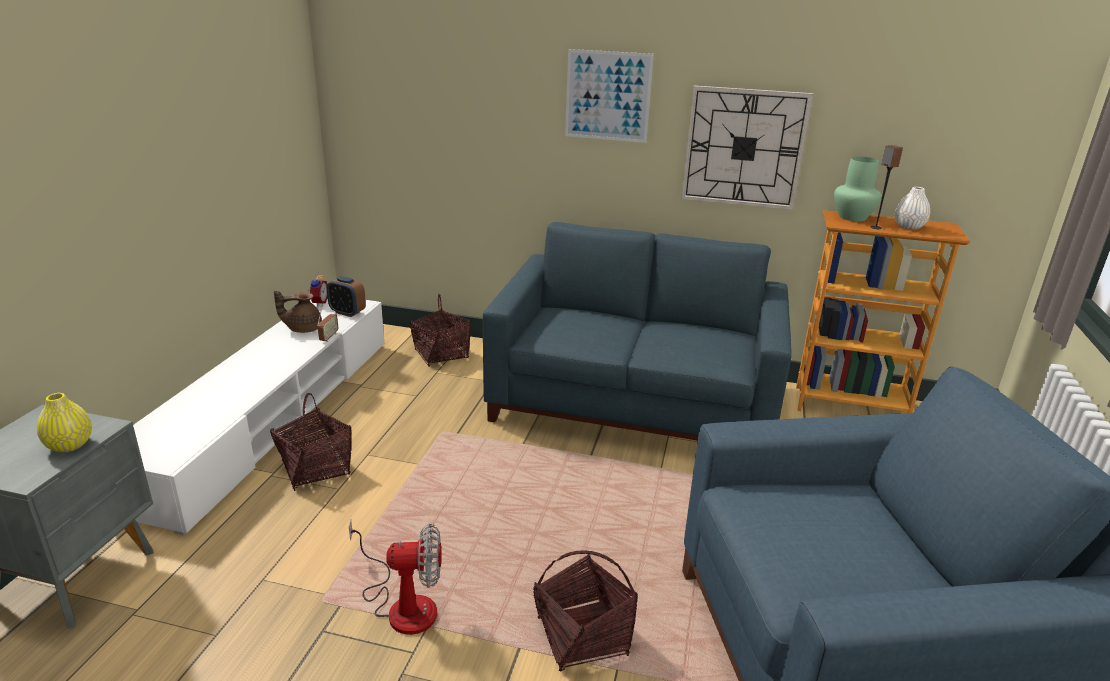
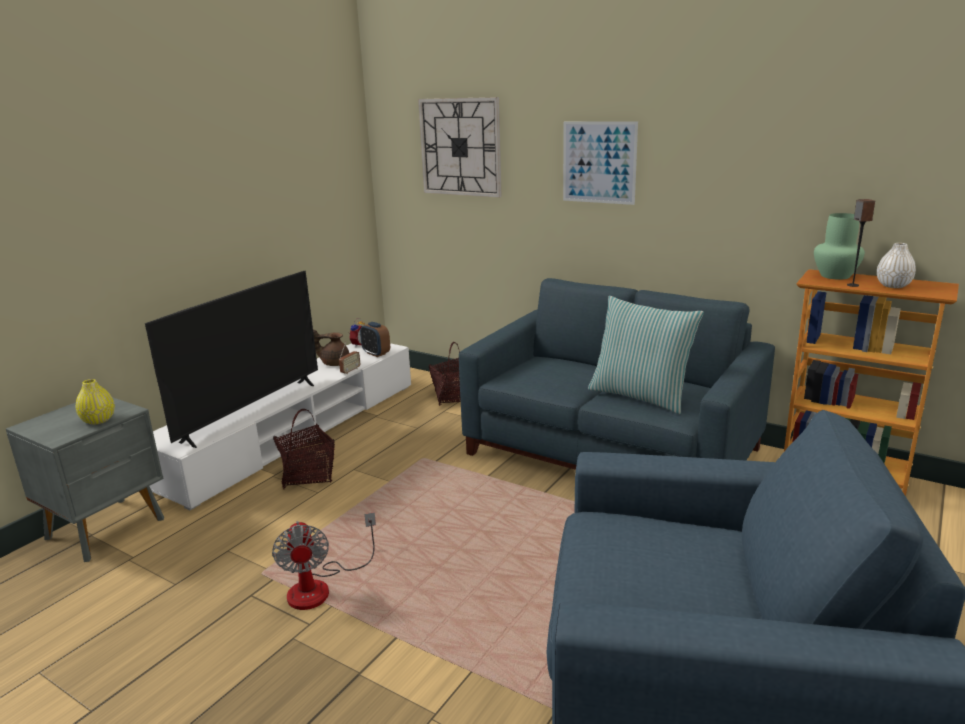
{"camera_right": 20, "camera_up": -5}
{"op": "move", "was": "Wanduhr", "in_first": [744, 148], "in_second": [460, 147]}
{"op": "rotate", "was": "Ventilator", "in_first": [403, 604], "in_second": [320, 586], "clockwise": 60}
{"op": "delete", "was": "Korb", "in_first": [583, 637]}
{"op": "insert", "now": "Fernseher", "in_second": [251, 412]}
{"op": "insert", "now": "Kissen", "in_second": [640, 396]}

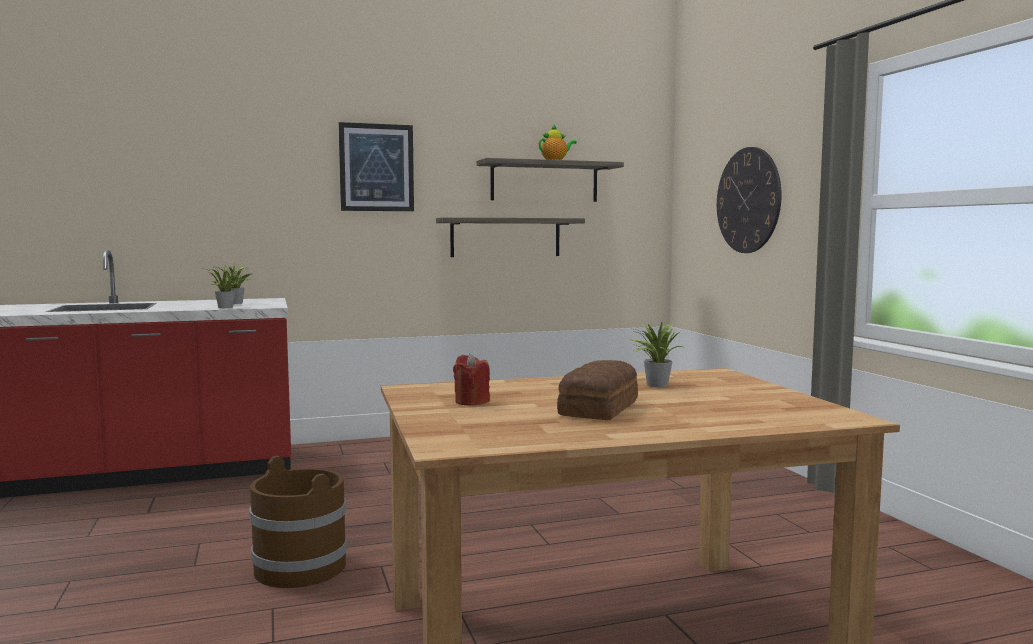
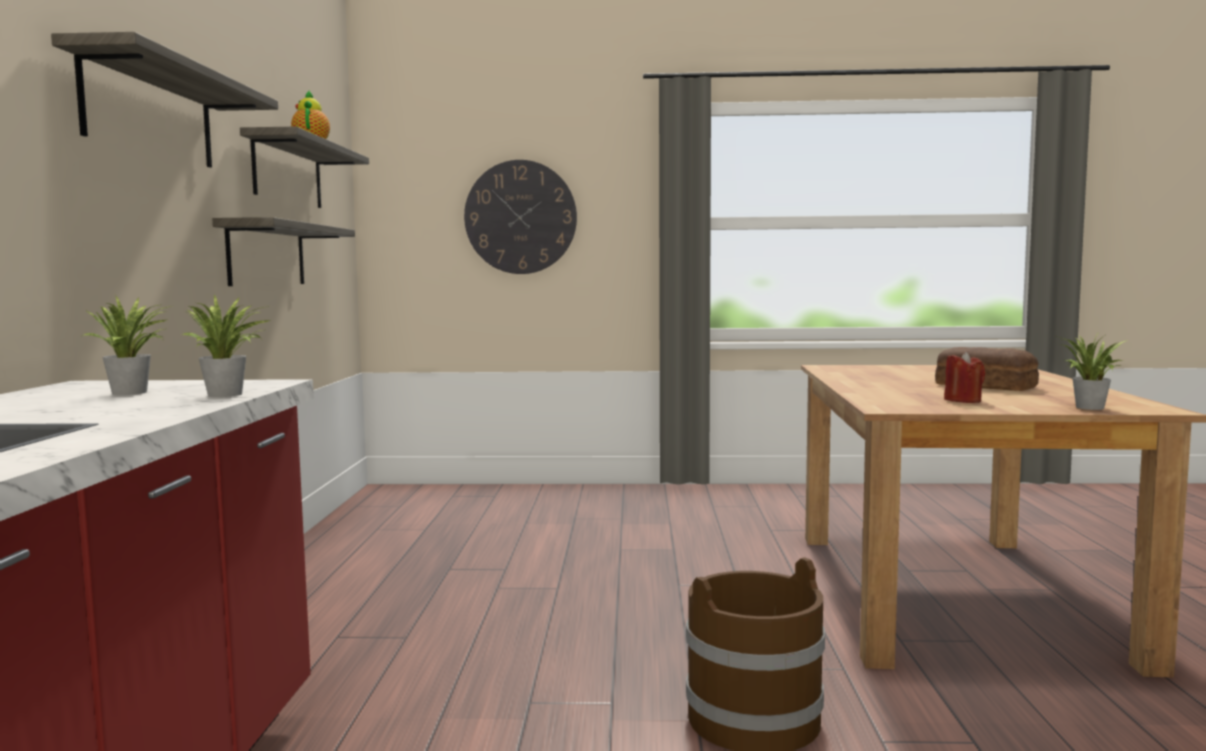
{"camera_right": -70, "camera_up": 0}
{"op": "replace", "was": "Bild", "now": "Wandregal", "in_first": [376, 167], "in_second": [150, 113]}
{"op": "move", "was": "Topfpflanze", "in_first": [654, 385], "in_second": [1088, 408]}

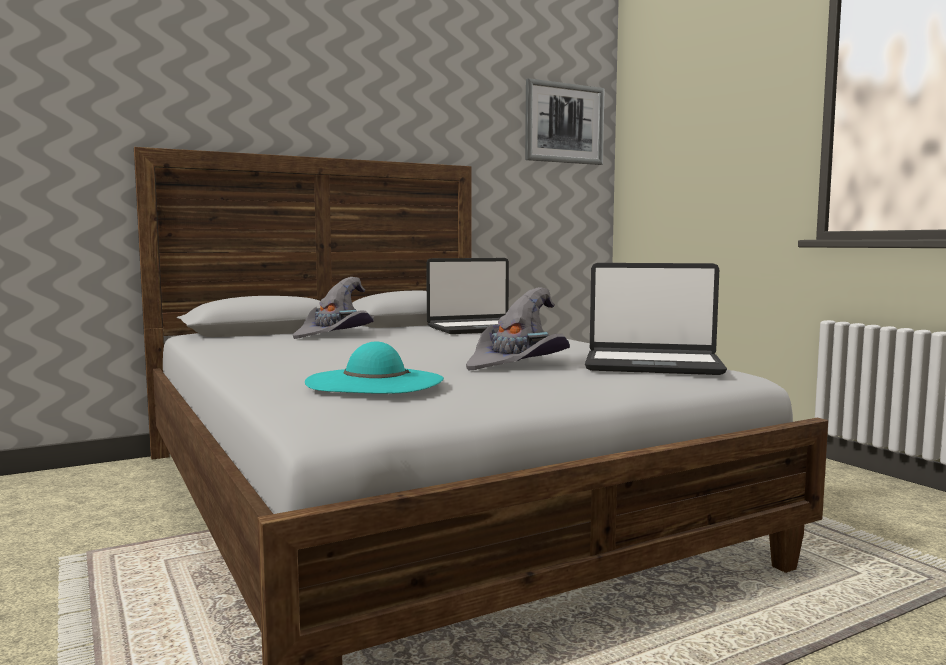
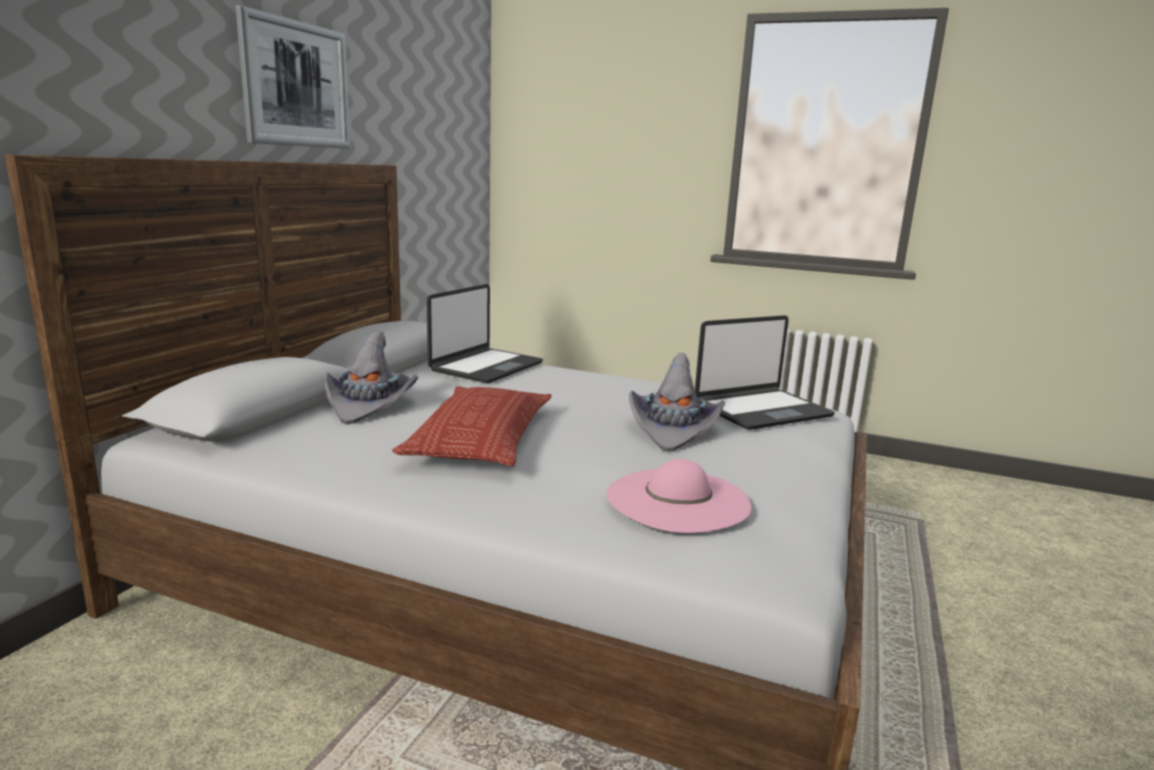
{"camera_right": -40, "camera_up": 10}
{"op": "move", "was": "Bild", "in_first": [564, 123], "in_second": [296, 84]}
{"op": "recolor", "was": "Hut (türkis)", "now": "Hut (rosa)", "in_first": [374, 381], "in_second": [678, 499]}
{"op": "insert", "now": "Kissen", "in_second": [481, 437]}

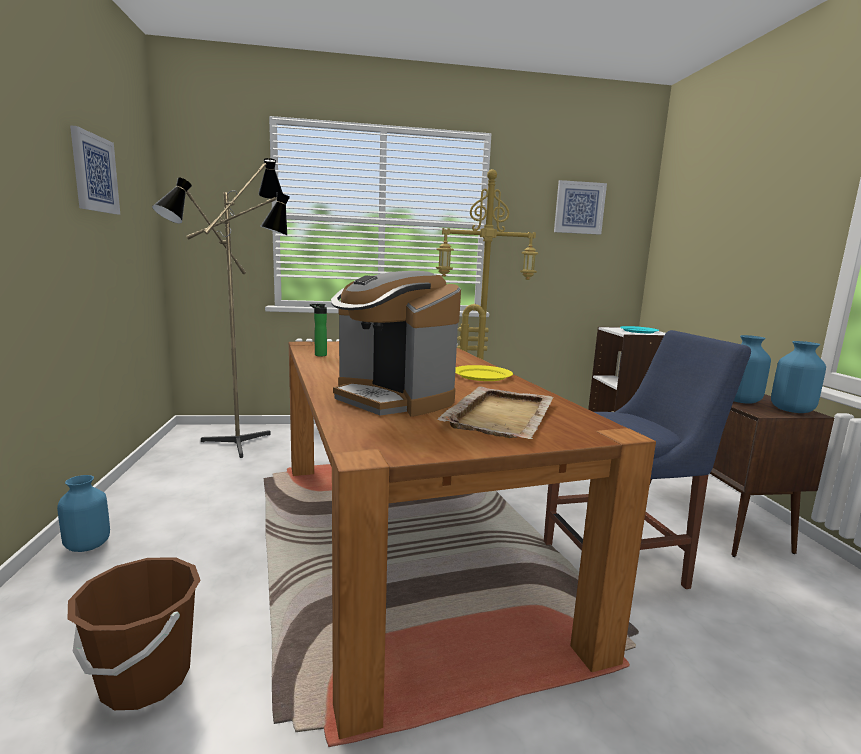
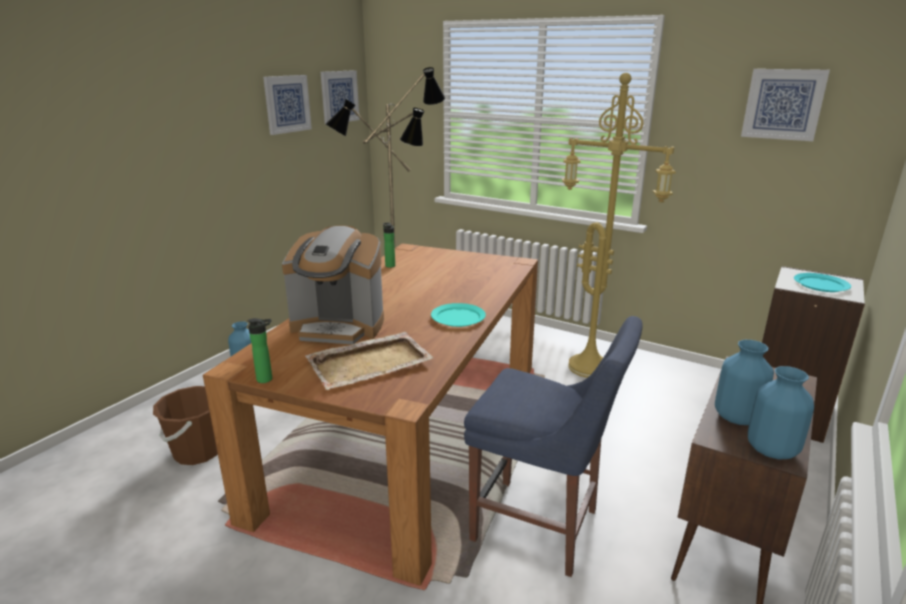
{"camera_right": 40, "camera_up": 10}
{"op": "rotate", "was": "Kaffeemaschine", "in_first": [393, 399], "in_second": [338, 327], "clockwise": -75}
{"op": "recolor", "was": "Teller (gelb)", "now": "Teller (türkis)", "in_first": [482, 375], "in_second": [458, 317]}
{"op": "insert", "now": "Bild", "in_second": [339, 96]}
{"op": "insert", "now": "Flasche", "in_second": [267, 379]}

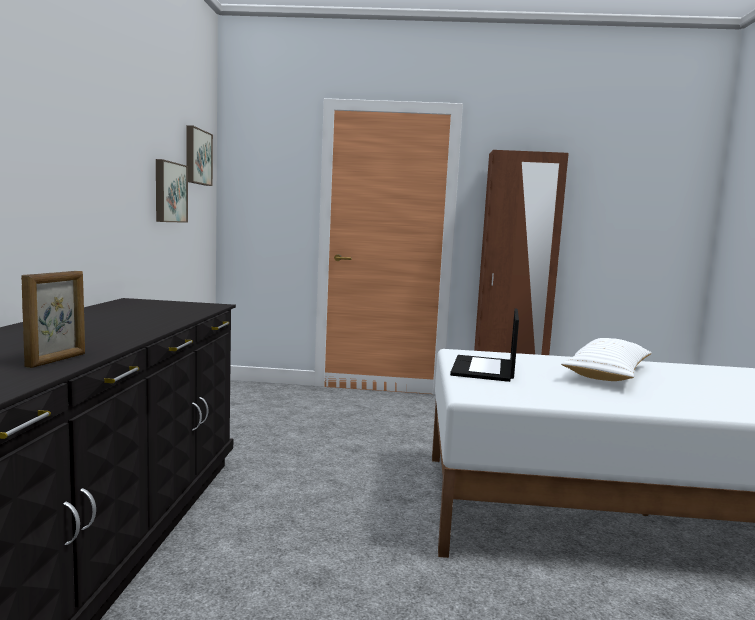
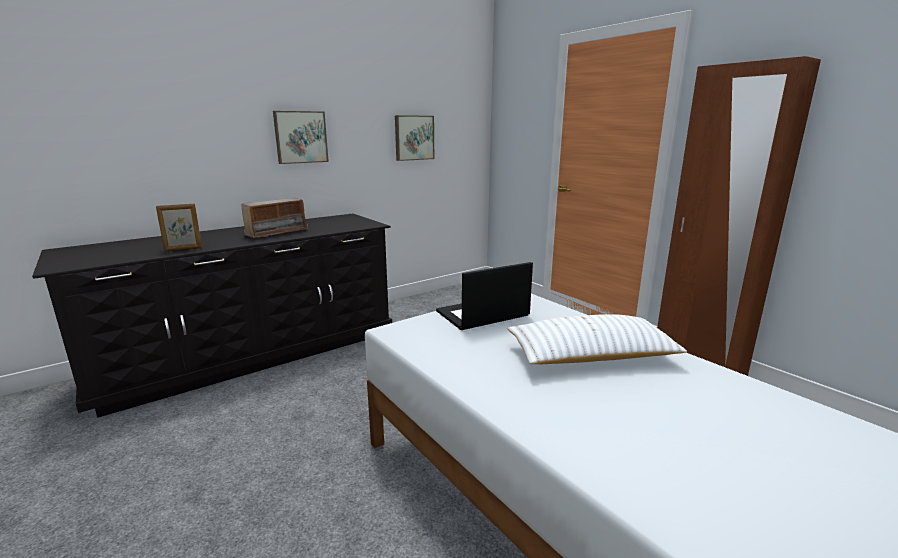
{"camera_right": 50, "camera_up": 10}
{"op": "move", "was": "Bild", "in_first": [197, 157], "in_second": [300, 137]}
{"op": "insert", "now": "Radio", "in_second": [276, 232]}

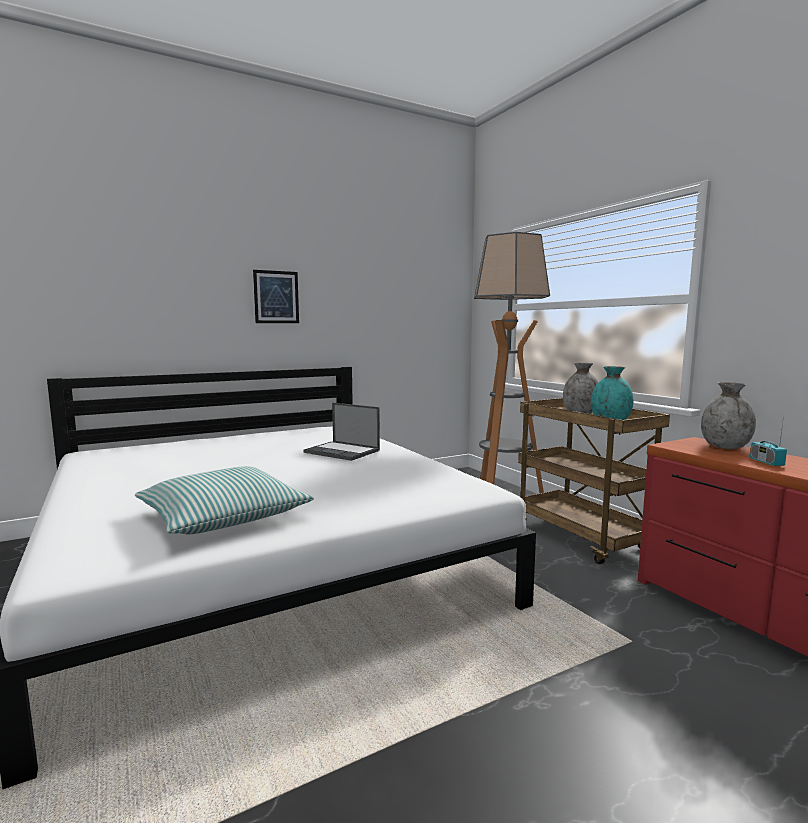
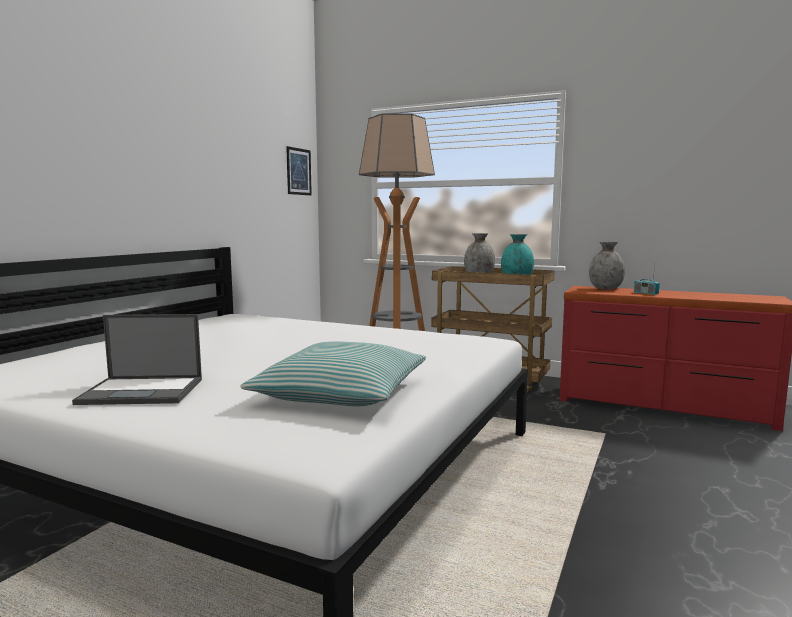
{"camera_right": -35, "camera_up": 0}
{"op": "move", "was": "Bild", "in_first": [276, 297], "in_second": [298, 171]}
{"op": "move", "was": "Laptop", "in_first": [343, 451], "in_second": [143, 391]}

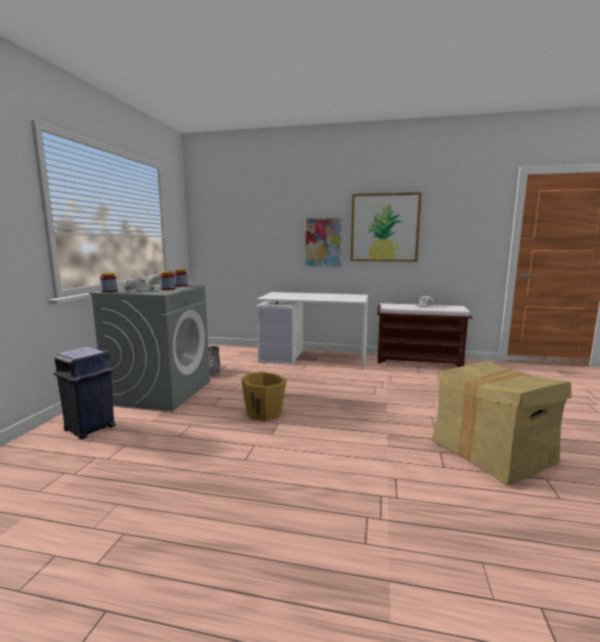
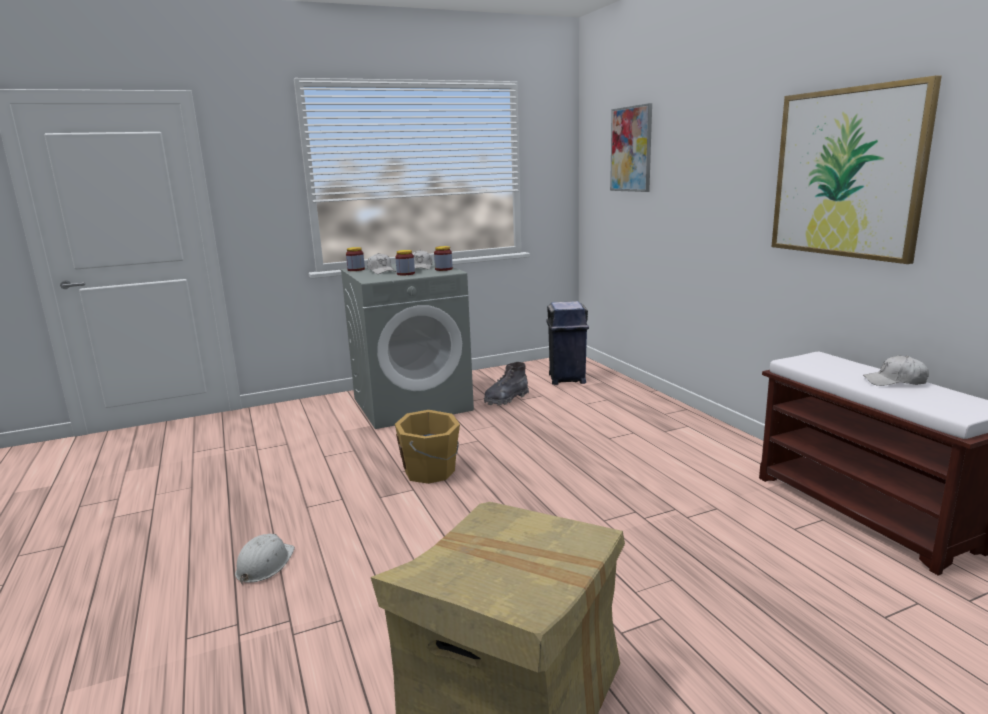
{"camera_right": 55, "camera_up": 5}
{"op": "move", "was": "Bild", "in_first": [323, 242], "in_second": [631, 149]}
{"op": "delete", "was": "Schreibtisch (weiß)", "in_first": [314, 358]}
{"op": "move", "was": "Mülleimer (blau)", "in_first": [90, 428], "in_second": [567, 379]}
{"op": "insert", "now": "Schutzhelm (weiß)", "in_second": [264, 564]}

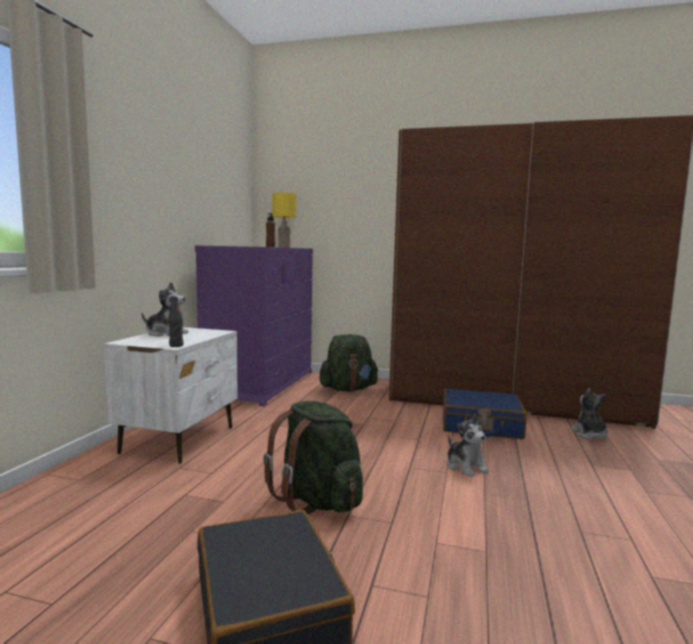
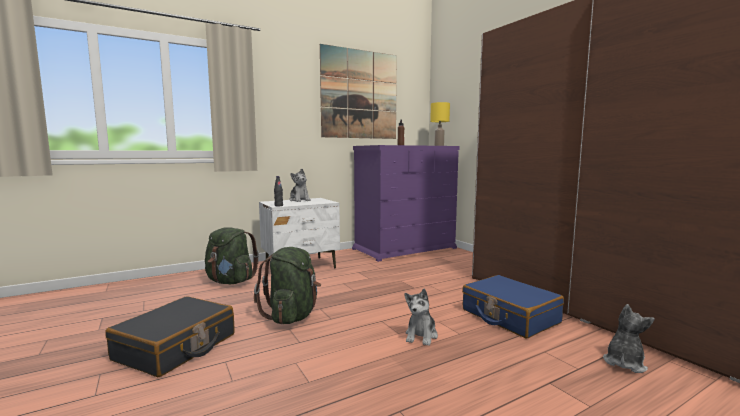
{"camera_right": 45, "camera_up": 0}
{"op": "move", "was": "Rucksack (grün)", "in_first": [348, 389], "in_second": [230, 281]}
{"op": "insert", "now": "Bild", "in_second": [359, 94]}

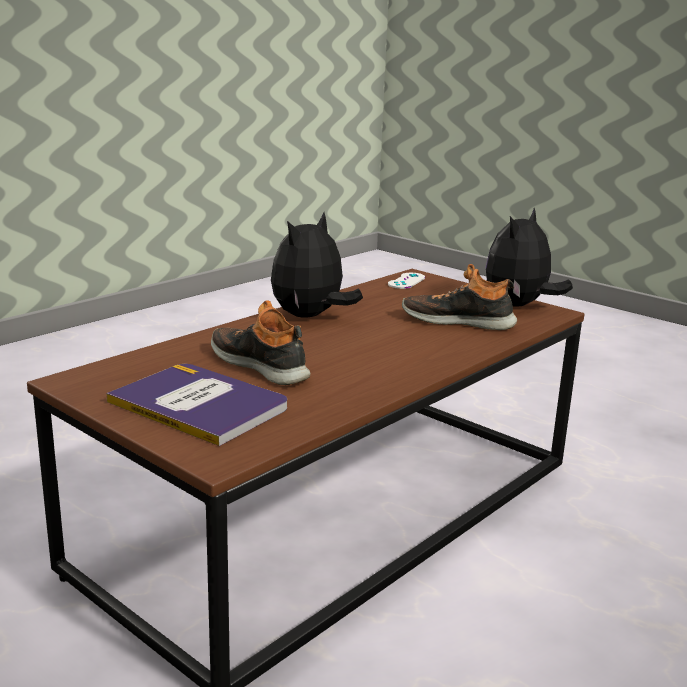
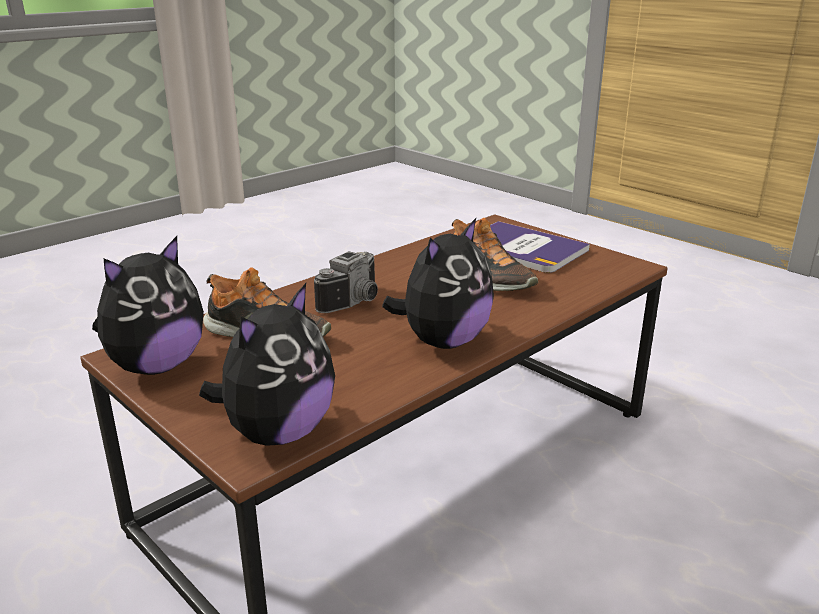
{"camera_right": -175, "camera_up": 5}
{"op": "replace", "was": "Gamepad (weiß)", "now": "Plüschtier", "in_first": [406, 281], "in_second": [277, 432]}
{"op": "insert", "now": "Kamera", "in_second": [356, 302]}

